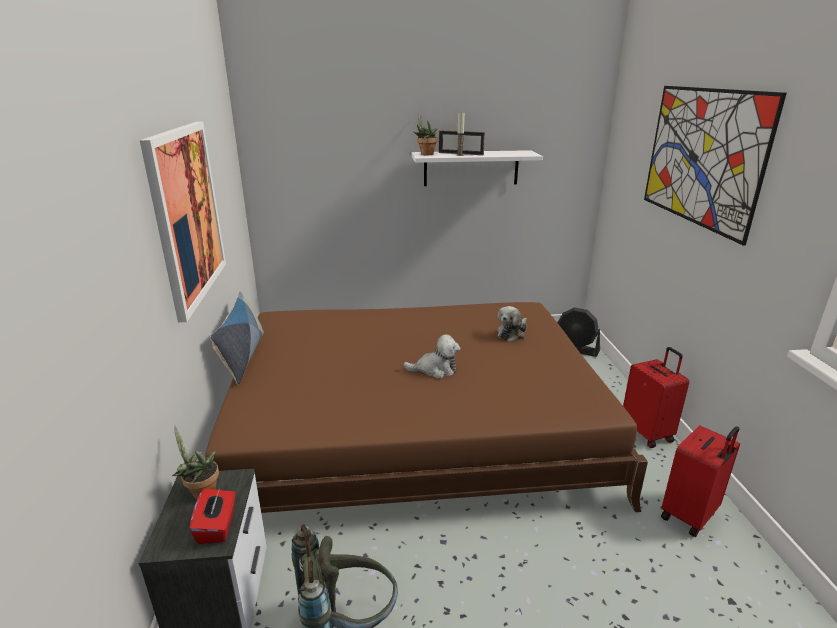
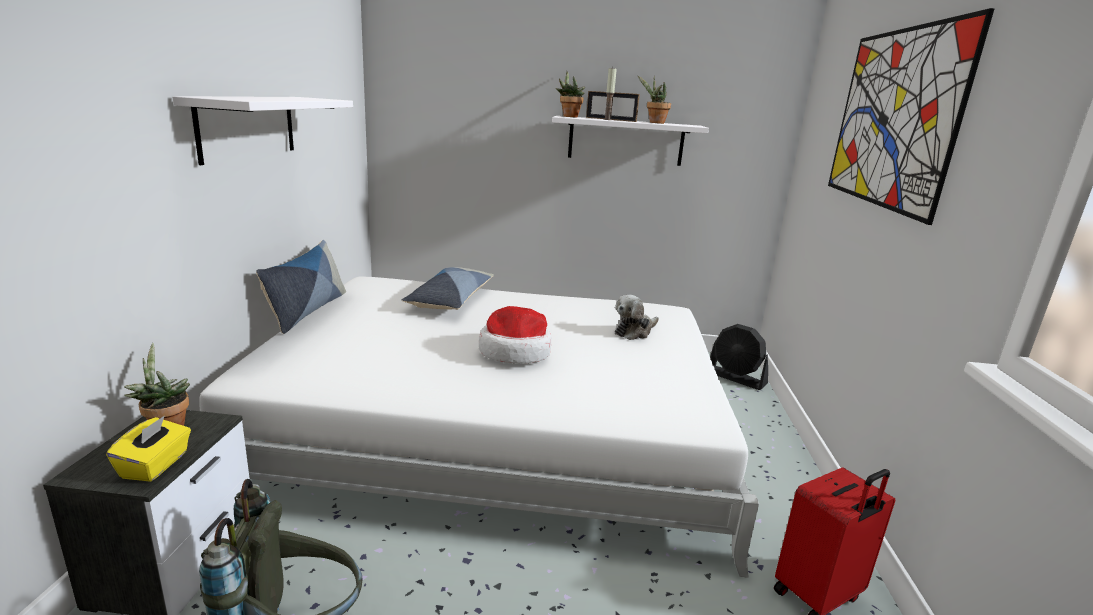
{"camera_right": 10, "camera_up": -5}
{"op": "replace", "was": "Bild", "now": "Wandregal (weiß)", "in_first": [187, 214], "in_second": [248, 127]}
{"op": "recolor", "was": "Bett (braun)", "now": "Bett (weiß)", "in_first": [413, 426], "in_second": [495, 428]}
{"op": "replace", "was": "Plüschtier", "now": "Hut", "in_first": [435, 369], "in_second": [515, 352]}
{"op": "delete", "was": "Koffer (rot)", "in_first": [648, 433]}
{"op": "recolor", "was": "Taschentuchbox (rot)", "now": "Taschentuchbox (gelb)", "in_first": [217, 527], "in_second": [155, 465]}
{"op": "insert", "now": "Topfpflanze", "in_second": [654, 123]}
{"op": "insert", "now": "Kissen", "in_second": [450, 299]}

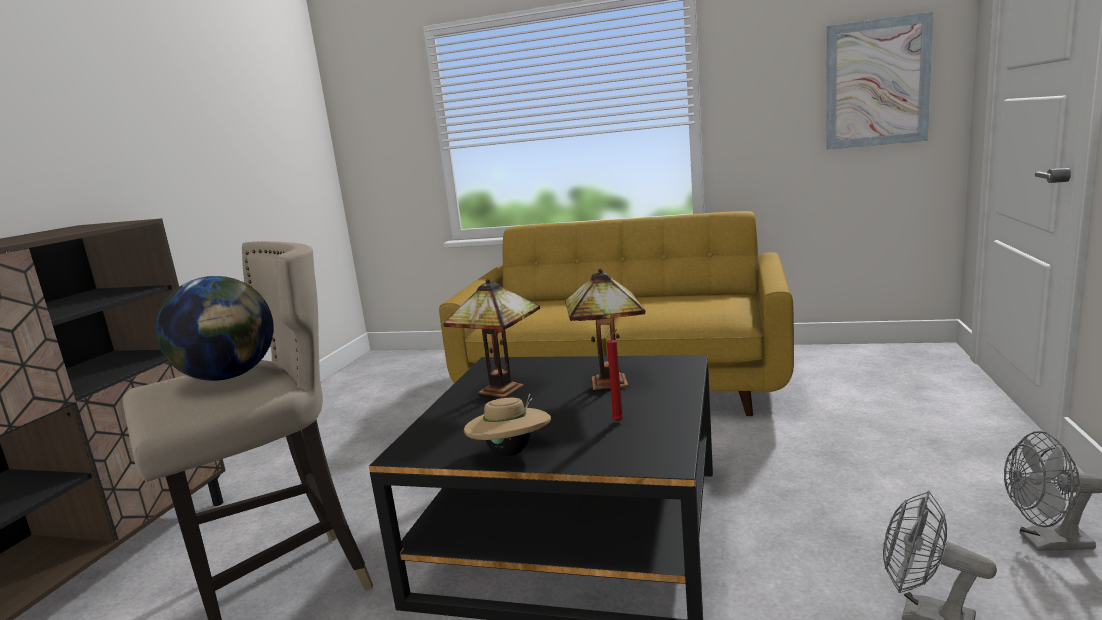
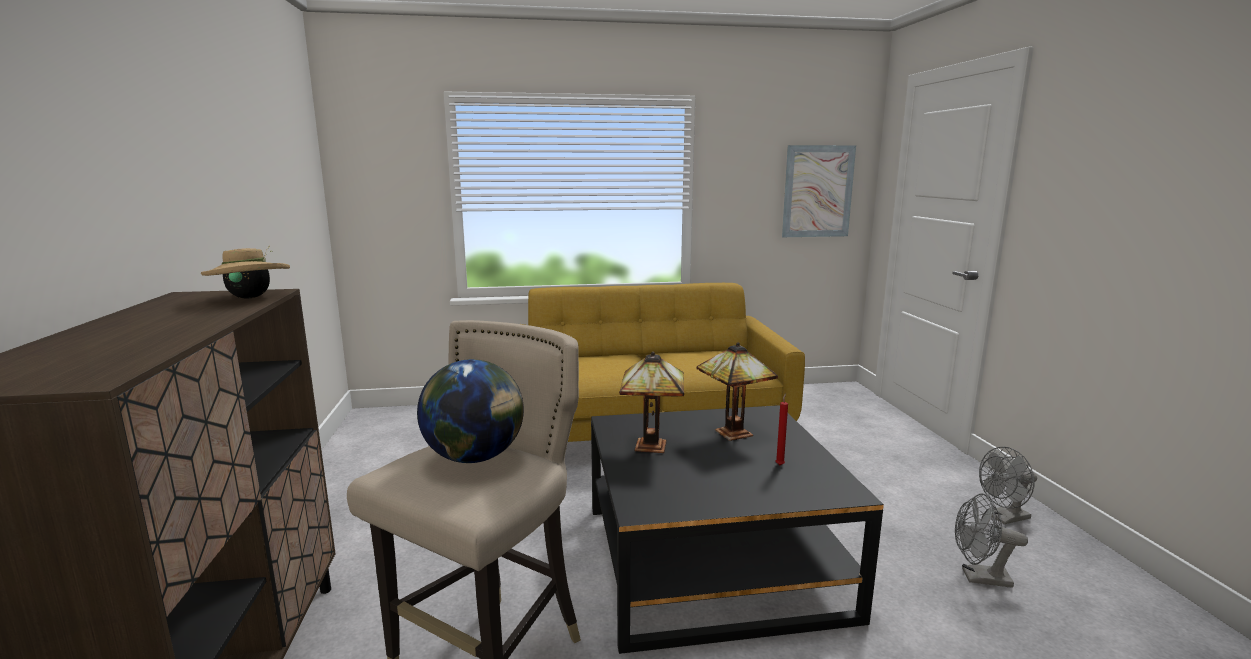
{"camera_right": -25, "camera_up": 0}
{"op": "move", "was": "Hut (beige)", "in_first": [511, 453], "in_second": [251, 297]}

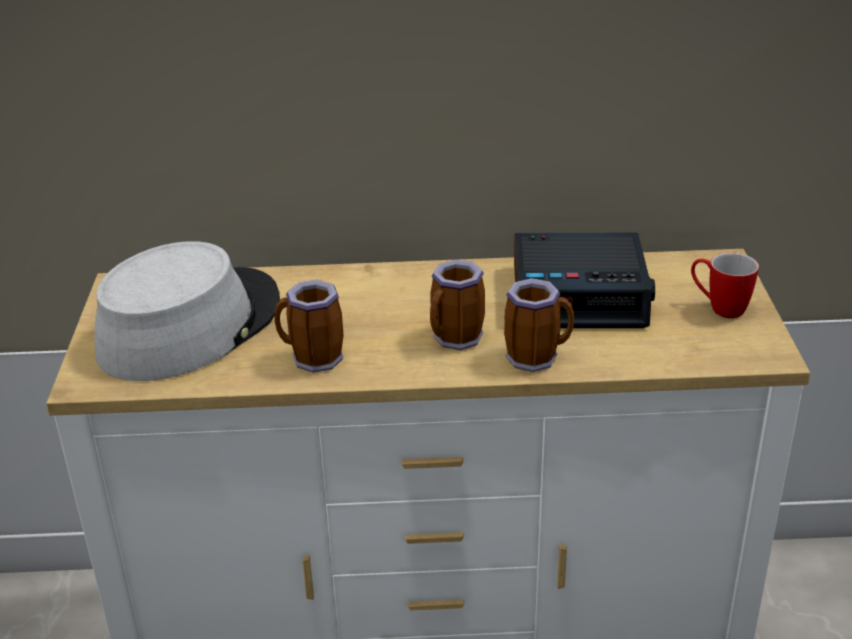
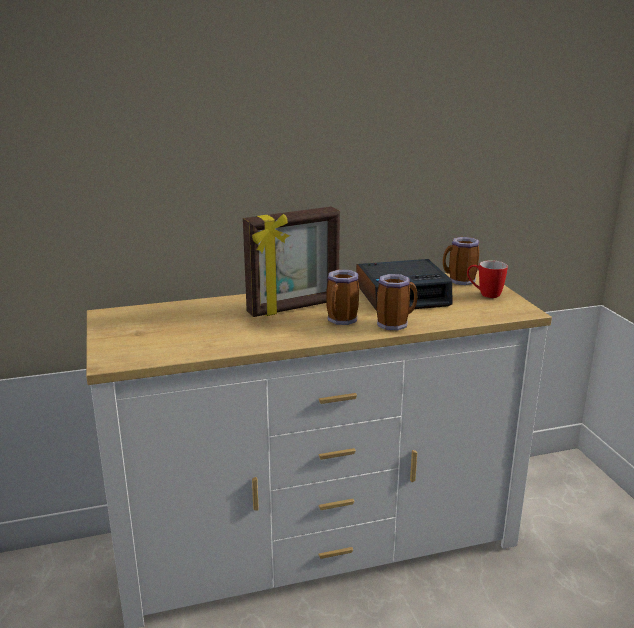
{"camera_right": -15, "camera_up": -10}
{"op": "delete", "was": "Hut (grau)", "in_first": [189, 326]}
{"op": "move", "was": "Henkelbecher", "in_first": [312, 360], "in_second": [459, 281]}
{"op": "insert", "now": "Bilderrahmen", "in_second": [294, 308]}

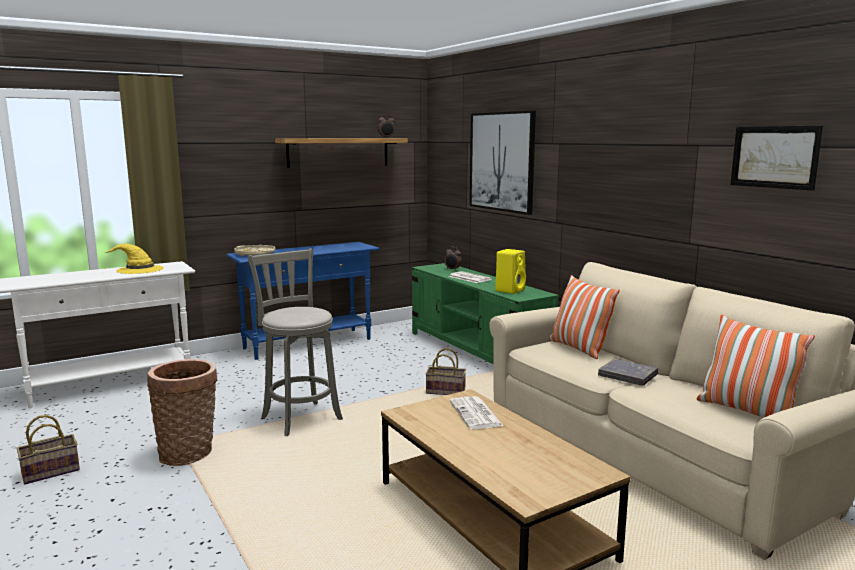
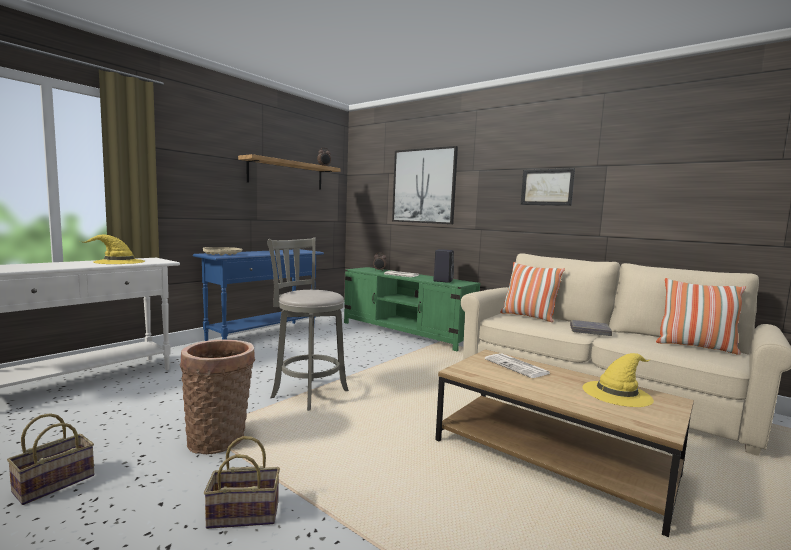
{"camera_right": -20, "camera_up": -5}
{"op": "move", "was": "Bild", "in_first": [774, 157], "in_second": [547, 187]}
{"op": "recolor", "was": "Lautsprecher (gelb)", "now": "Lautsprecher (schwarz)", "in_first": [510, 290], "in_second": [443, 280]}
{"op": "move", "was": "Korb", "in_first": [446, 391], "in_second": [245, 513]}
{"op": "insert", "now": "Hut (gelb)", "in_second": [617, 393]}

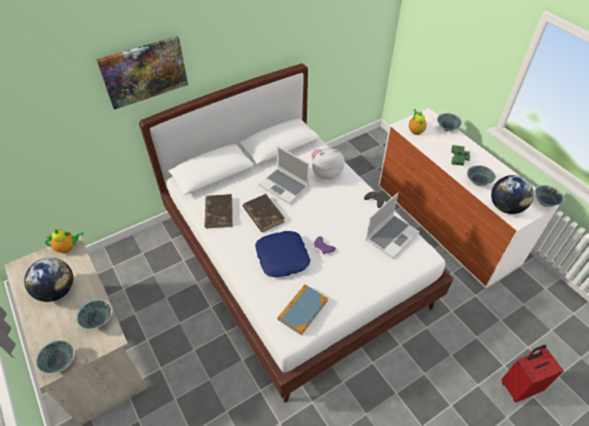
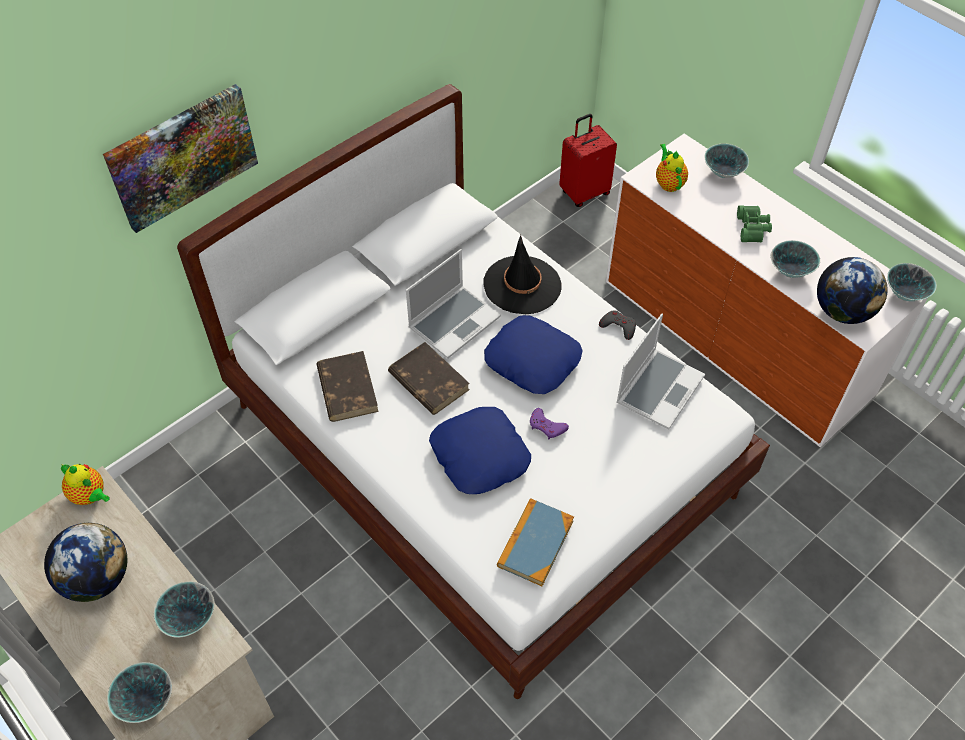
{"camera_right": -10, "camera_up": 5}
{"op": "rotate", "was": "Laptop", "in_first": [284, 186], "in_second": [454, 321], "clockwise": -75}
{"op": "replace", "was": "Plüschtier", "now": "Hut (schwarz)", "in_first": [326, 173], "in_second": [522, 285]}
{"op": "rotate", "was": "Teekanne", "in_first": [68, 247], "in_second": [90, 496], "clockwise": 60}
{"op": "move", "was": "Koffer (rot)", "in_first": [519, 386], "in_second": [584, 192]}
{"op": "insert", "now": "Kissen (blau)", "in_second": [533, 360]}

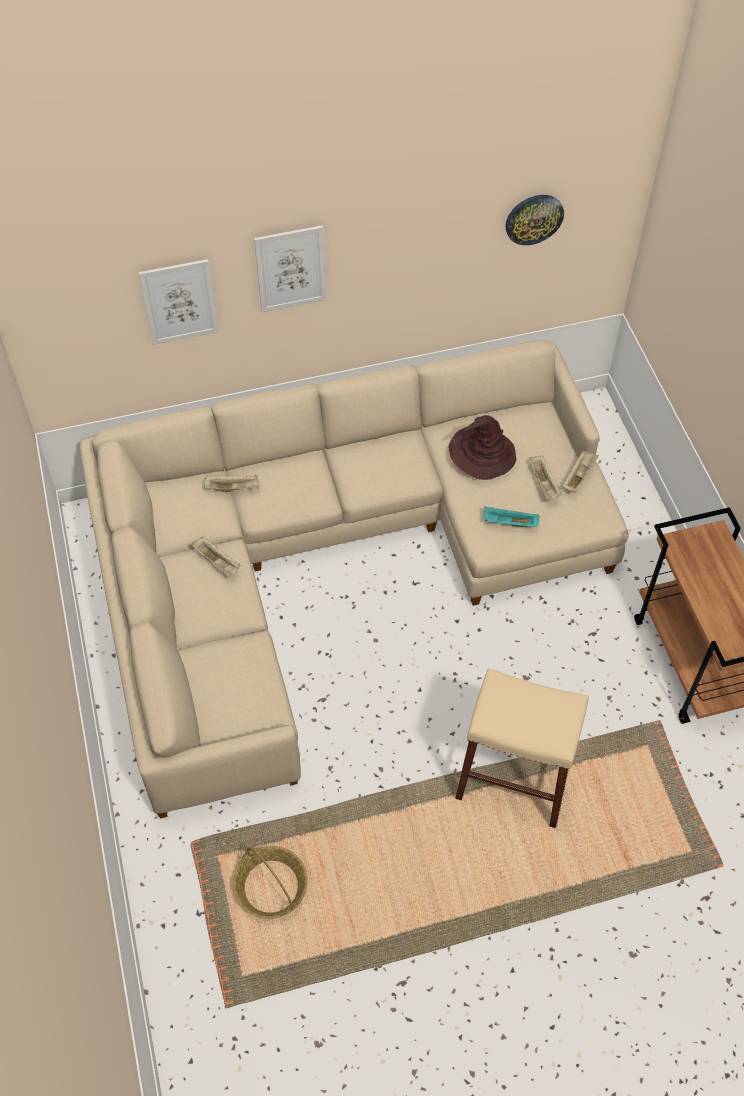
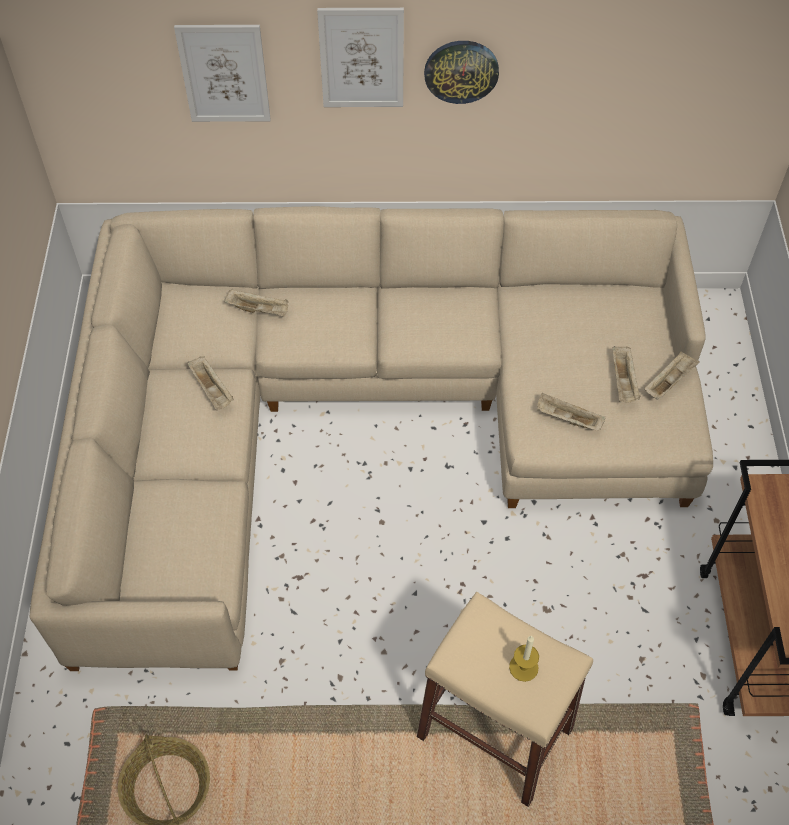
{"camera_right": 15, "camera_up": 0}
{"op": "move", "was": "Wanduhr", "in_first": [534, 218], "in_second": [461, 71]}
{"op": "delete", "was": "Hut (braun)", "in_first": [481, 454]}
{"op": "recolor", "was": "Tablett (türkis)", "now": "Tablett (beige)", "in_first": [509, 523], "in_second": [567, 419]}
{"op": "insert", "now": "Kerze", "in_second": [523, 667]}

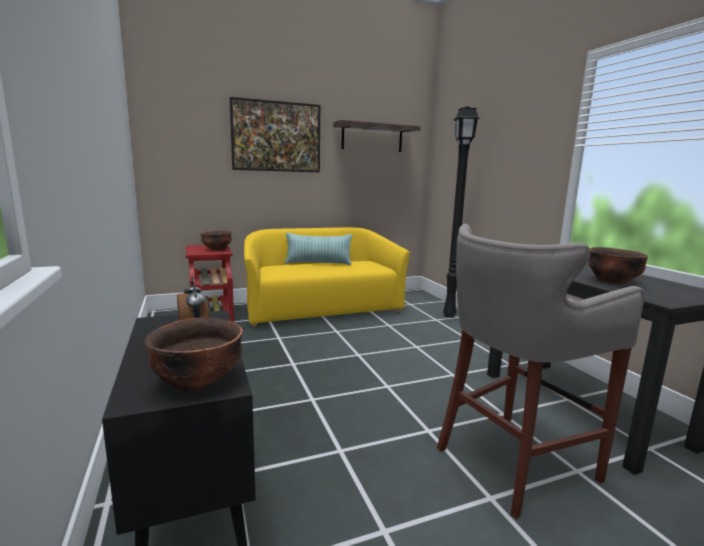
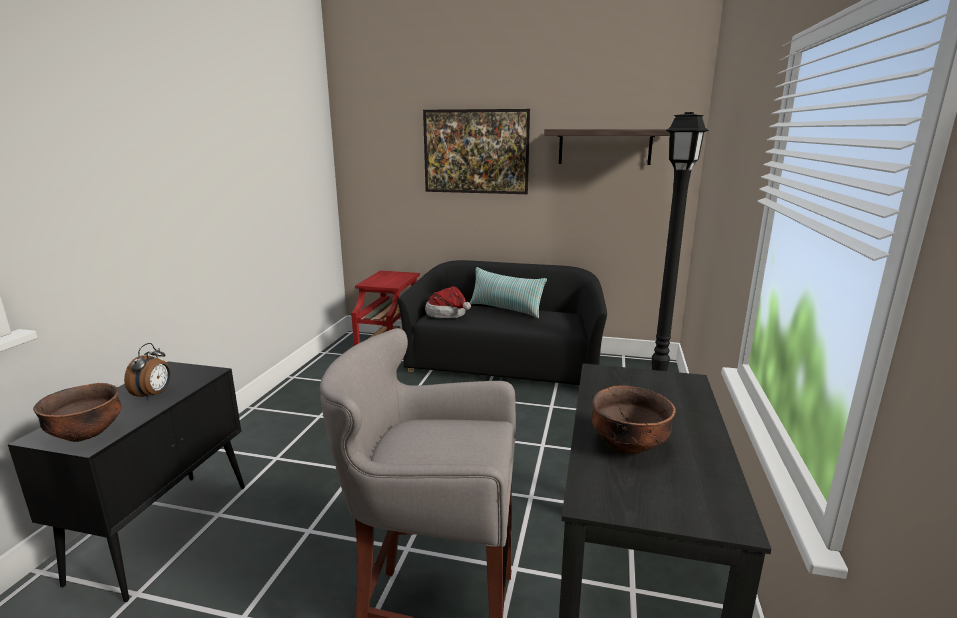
{"camera_right": 35, "camera_up": 5}
{"op": "recolor", "was": "Sofa (gelb)", "now": "Sofa (schwarz)", "in_first": [321, 308], "in_second": [505, 364]}
{"op": "delete", "was": "Schüssel (braun)", "in_first": [217, 249]}
{"op": "insert", "now": "Hut", "in_second": [448, 314]}

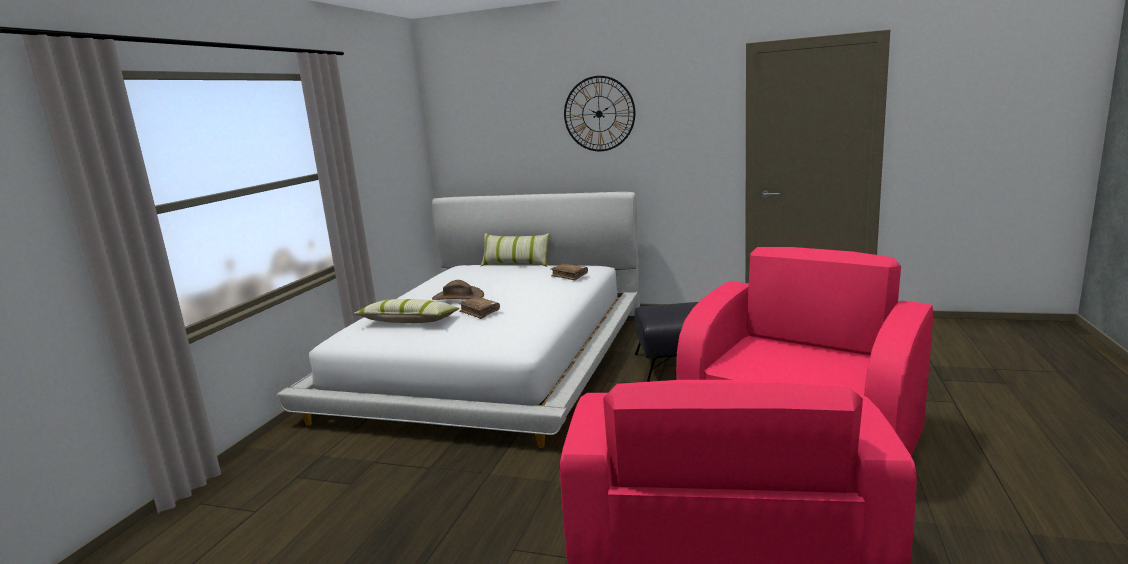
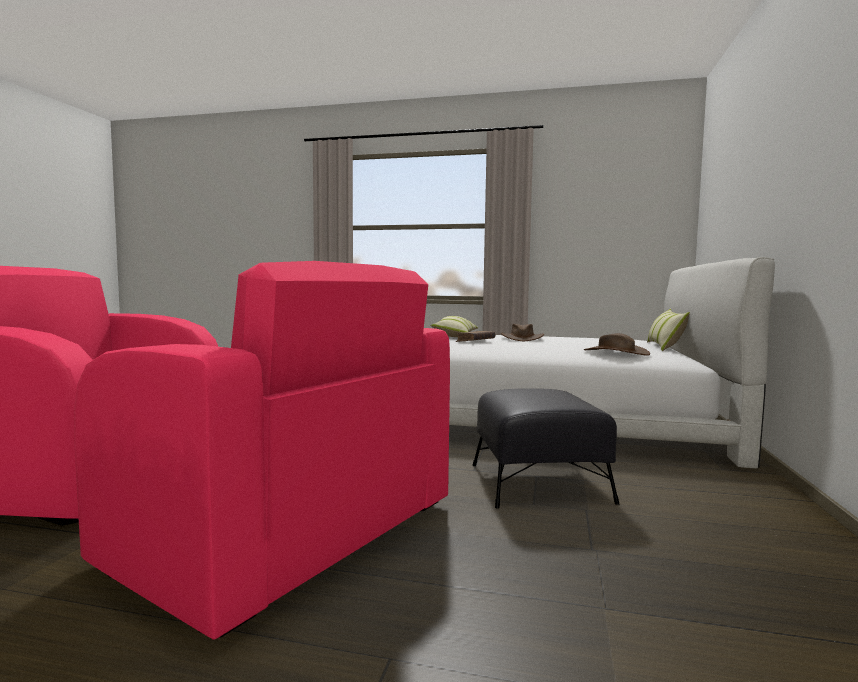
{"camera_right": 85, "camera_up": -10}
{"op": "delete", "was": "Wanduhr", "in_first": [599, 114]}
{"op": "replace", "was": "Buch (braun)", "now": "Hut (braun)", "in_first": [569, 276], "in_second": [615, 352]}

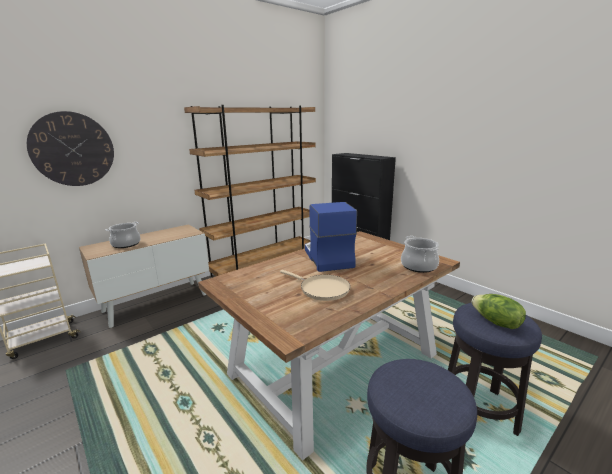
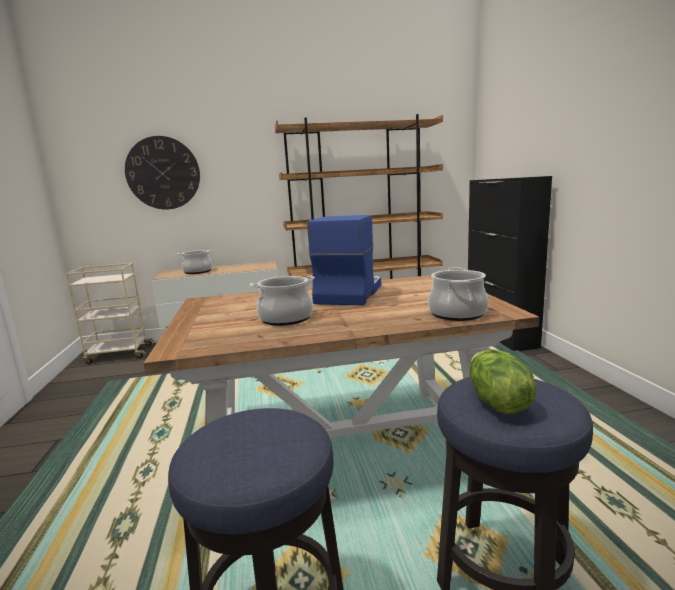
{"camera_right": 30, "camera_up": -5}
{"op": "replace", "was": "Pfanne (beige)", "now": "Kochtopf", "in_first": [321, 289], "in_second": [286, 318]}

